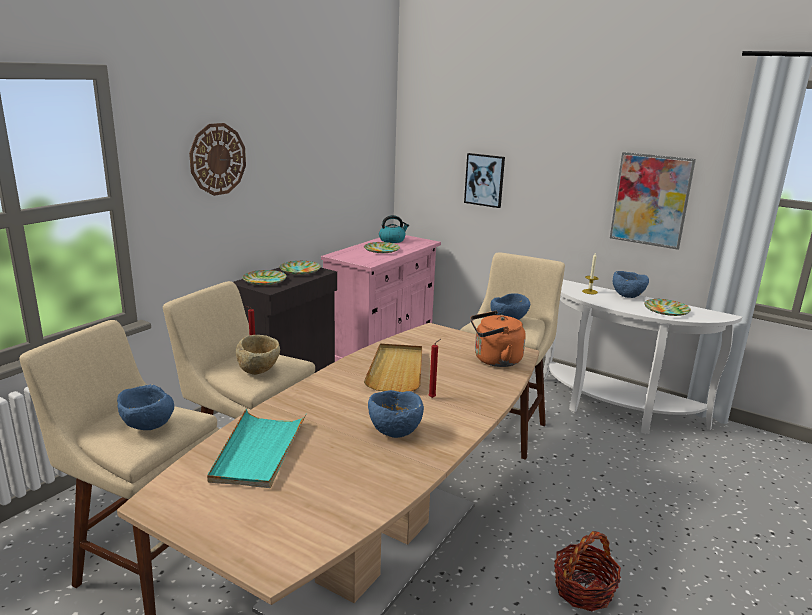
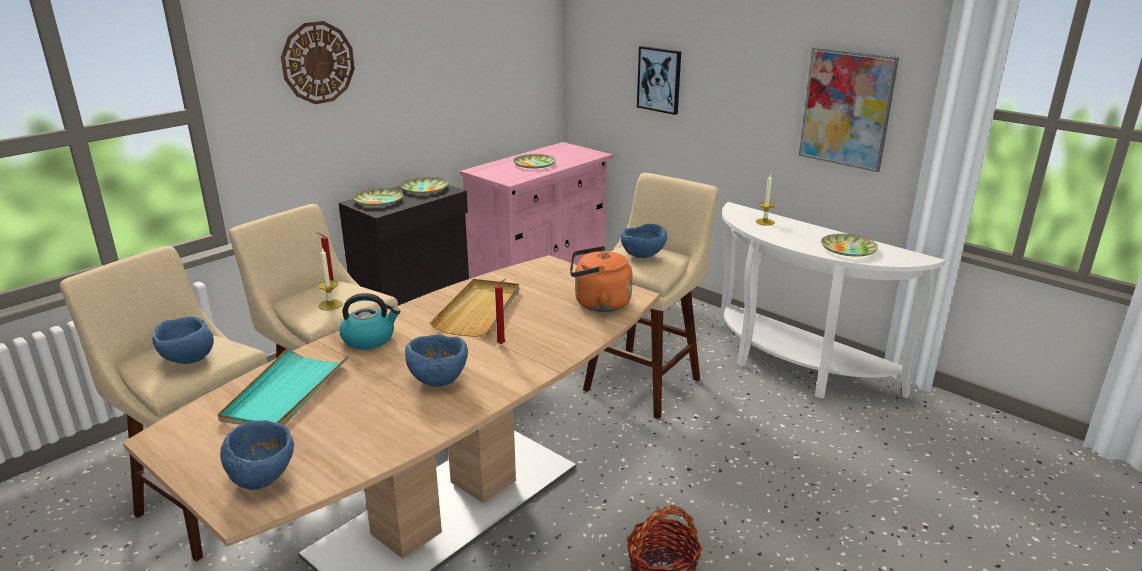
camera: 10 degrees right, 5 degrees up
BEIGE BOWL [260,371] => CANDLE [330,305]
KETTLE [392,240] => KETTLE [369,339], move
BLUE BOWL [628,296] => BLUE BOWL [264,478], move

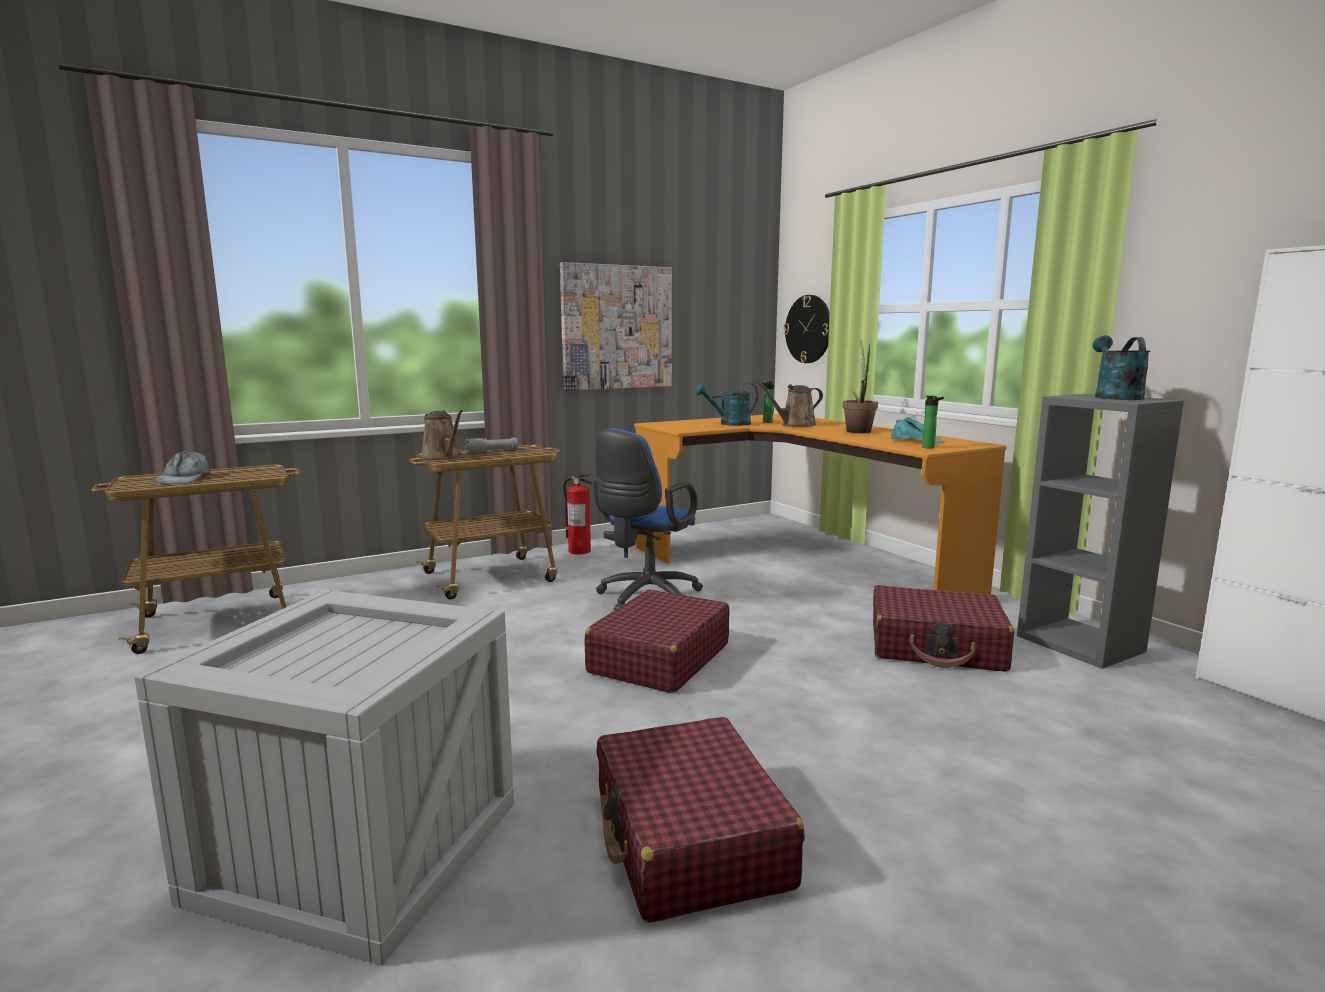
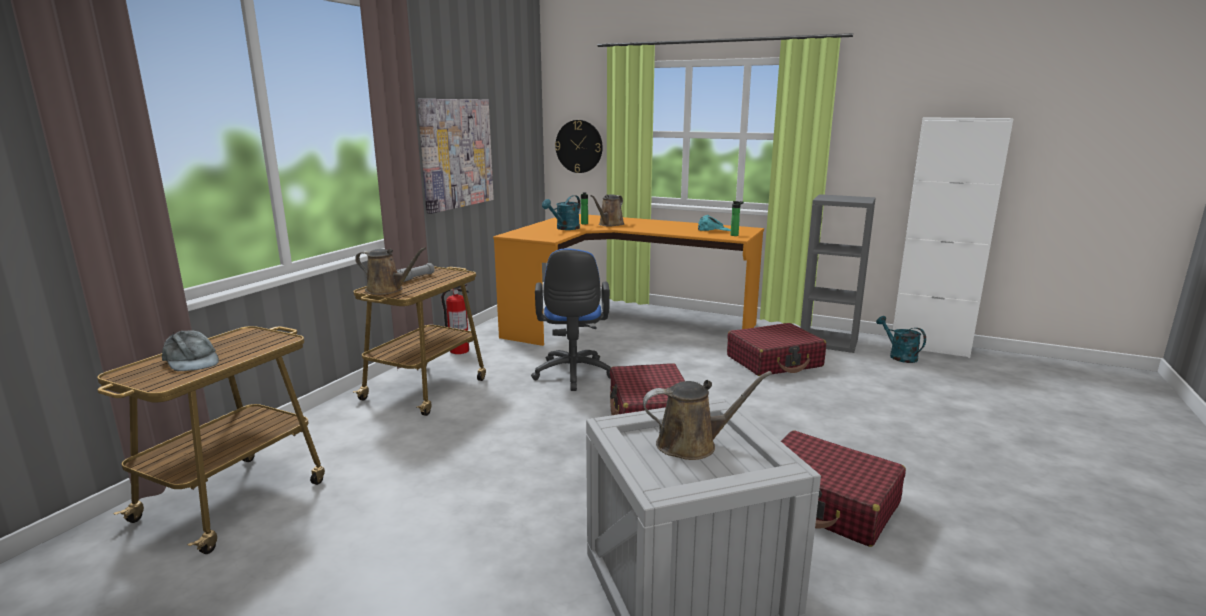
camera: 35 degrees left, 5 degrees up
POTTED PLANT [858,430] => nothing
TURQUOISE WATERING CAN [1114,397] => TURQUOISE WATERING CAN [899,356], move
nothing => BROWN WATERING CAN [692,444]

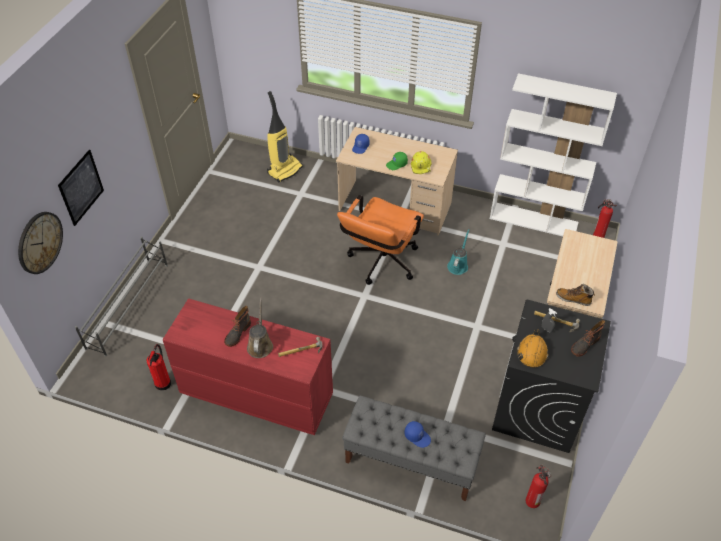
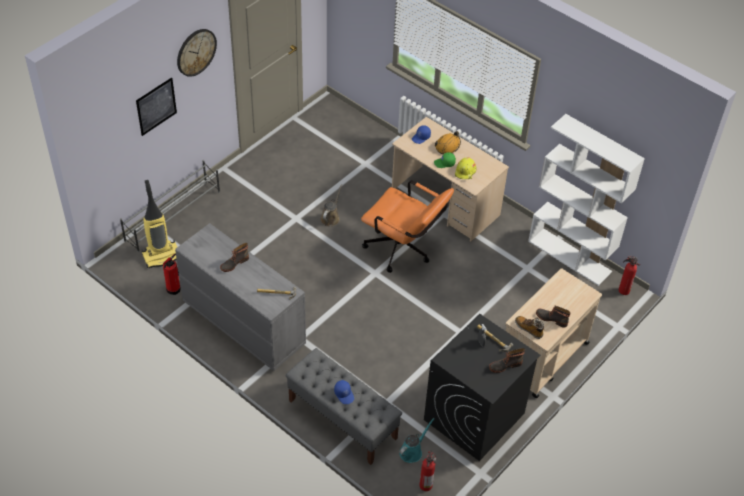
camera: 20 degrees right, 0 degrees up
WALL CLOCK [39,242] => WALL CLOCK [196,52], move
RED DRESSER [255,394] => GREY DRESSER [243,323]
BROWN WATERING CAN [260,344] => BROWN WATERING CAN [330,217], move
VACUUM CLEANER [285,170] => VACUUM CLEANER [161,255], move
ORANGE OFFICE CHAIR [380,264] => ORANGE OFFICE CHAIR [403,250], 105 degrees counterclockwise
TURQUOISE WATERING CAN [458,265] => TURQUOISE WATERING CAN [412,451], move
ORANGE HARD HAT [532,352] => ORANGE HARD HAT [447,146], move
nothing => BOOT [552,318]

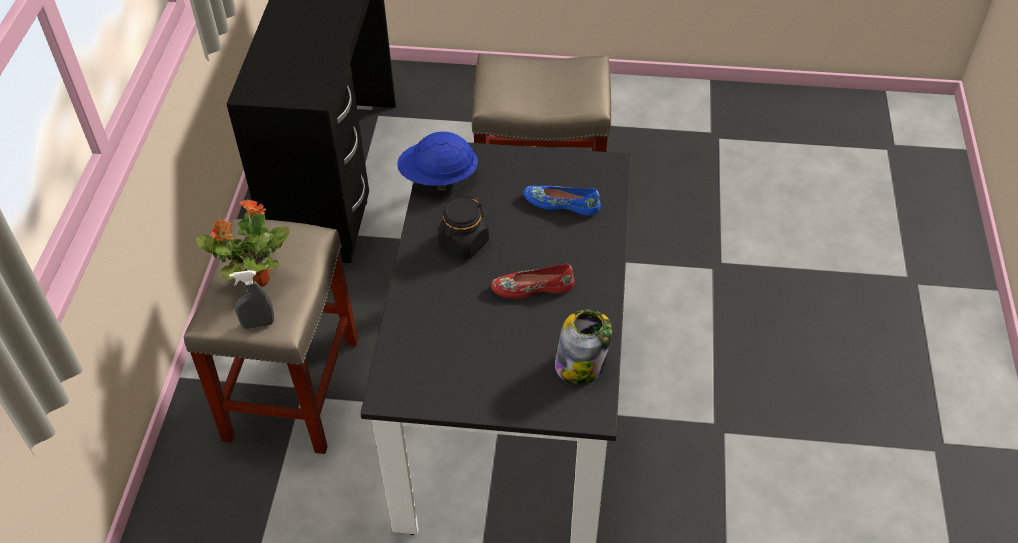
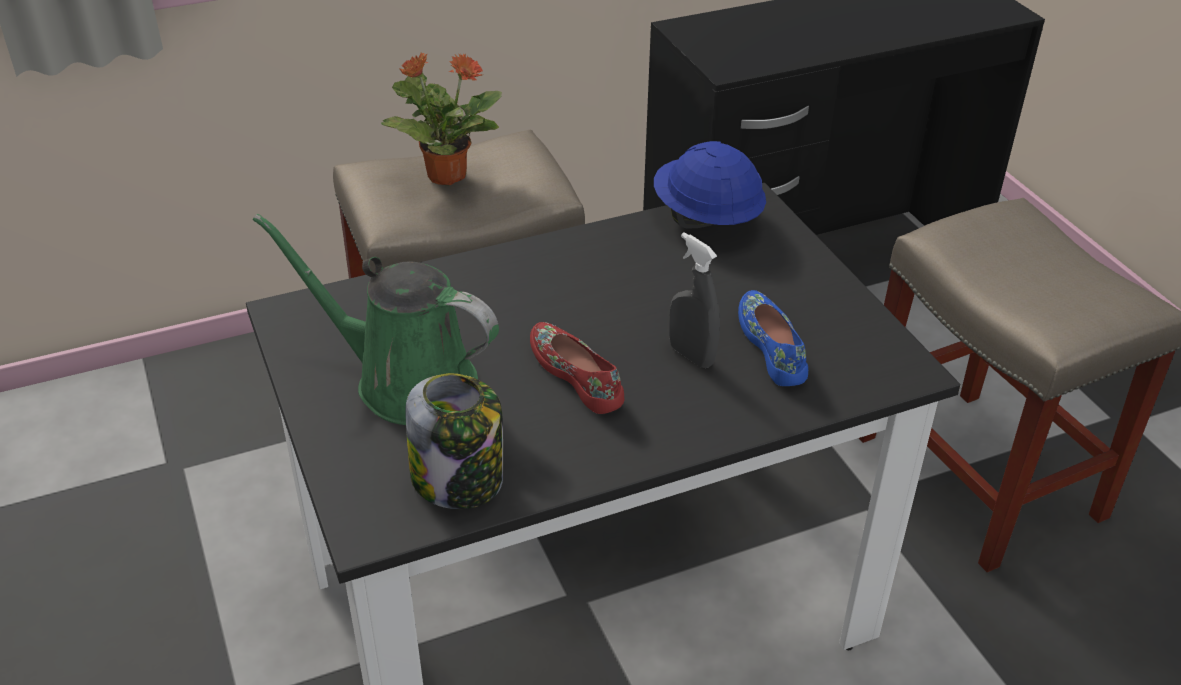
camera: 60 degrees right, 10 degrees down
GREY SPRAY BOTTLE [258,324] => GREY SPRAY BOTTLE [691,355], move
BLACK JAR [463,243] => nothing
nothing => GREEN WATERING CAN [405,381]

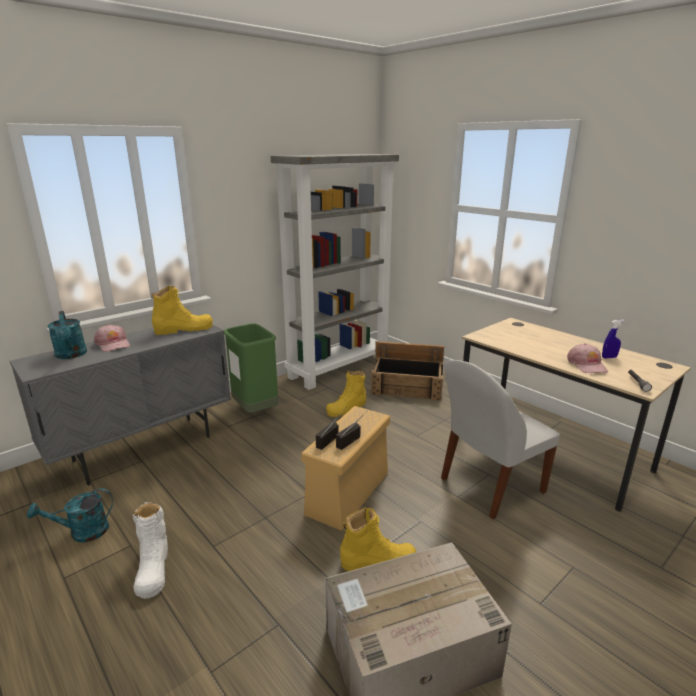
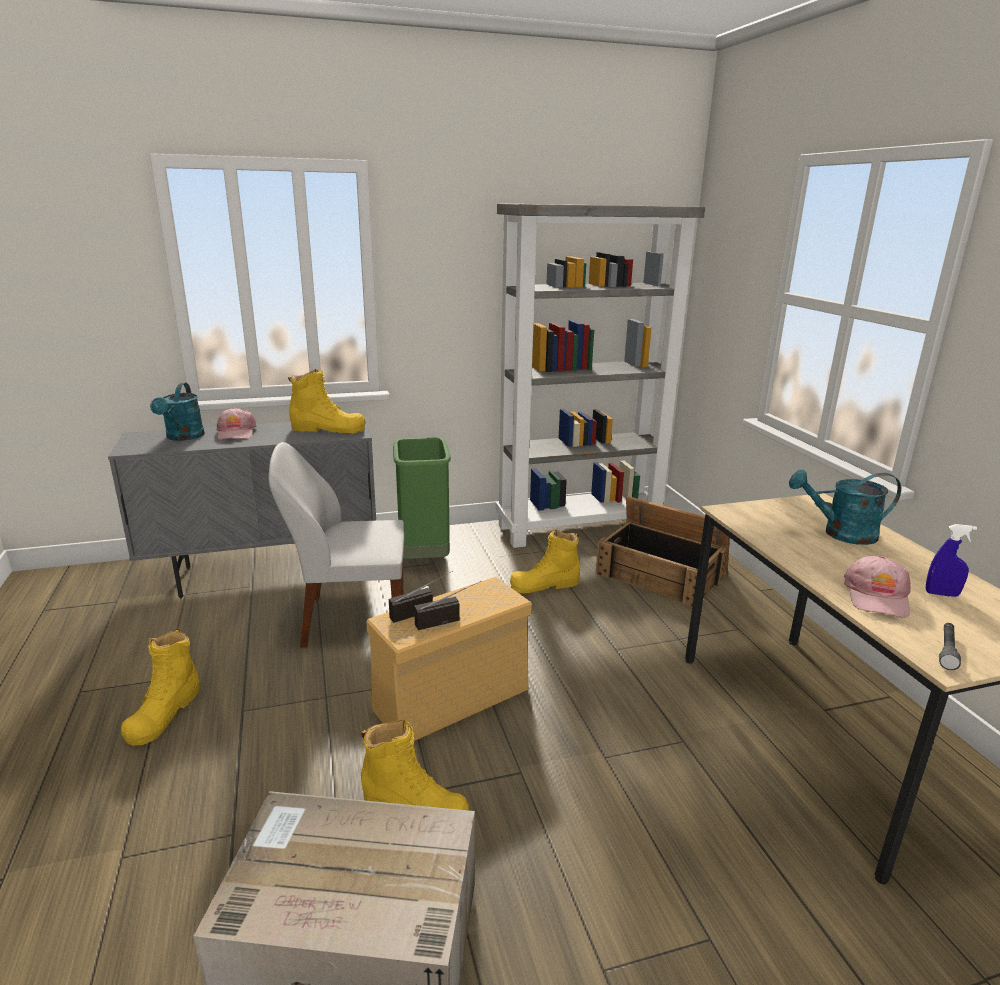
camera: 25 degrees right, 0 degrees up
TURQUOISE WATERING CAN [82,532] => TURQUOISE WATERING CAN [840,534], move
WHITE BOOT [153,568] => YELLOW BOOT [164,713]
WHITE CHAIR [489,486] => WHITE CHAIR [351,619], move

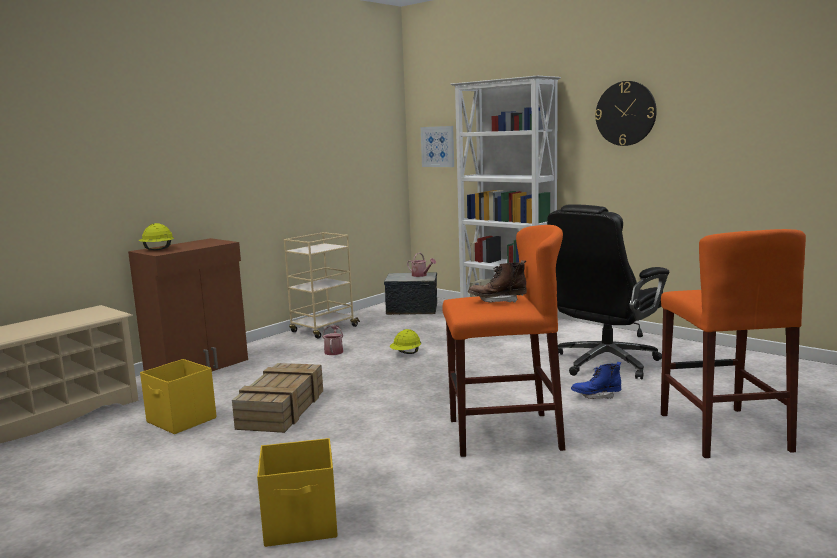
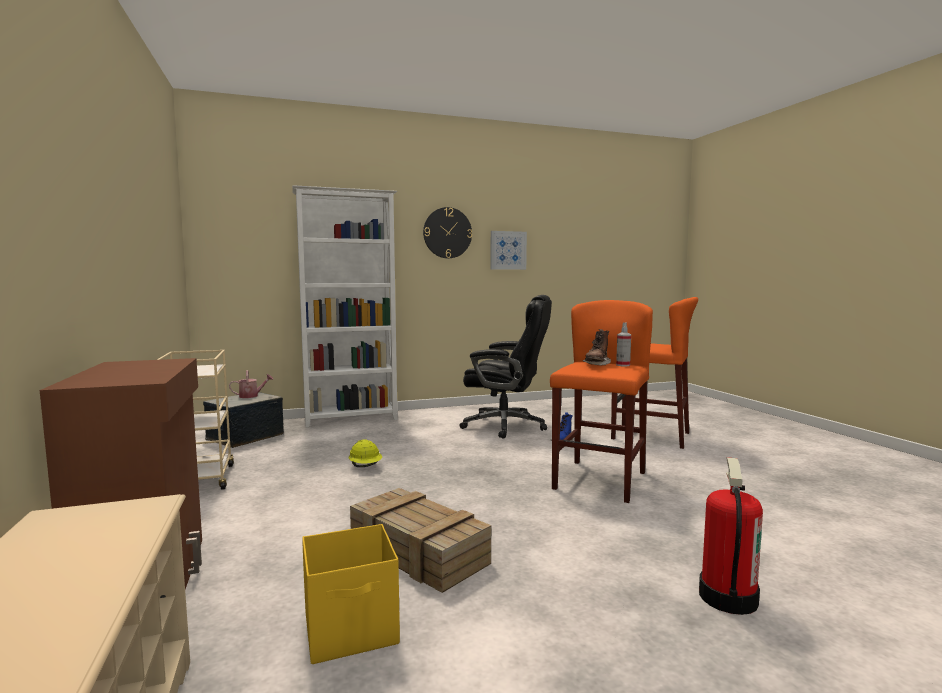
camera: 60 degrees left, 5 degrees down
YELLOW HARD HAT [157,249] => nothing
YELLOW STORAGE BOX [302,524] => FIRE EXTINGUISHER [726,597]
WATERING CAN [334,351] => nothing
PICTURE [438,146] => PICTURE [508,250], move
BLACK OFFICE CHAIR [604,363] => BLACK OFFICE CHAIR [506,426], 60 degrees counterclockwise
nothing => SPRAY BOTTLE [623,365]

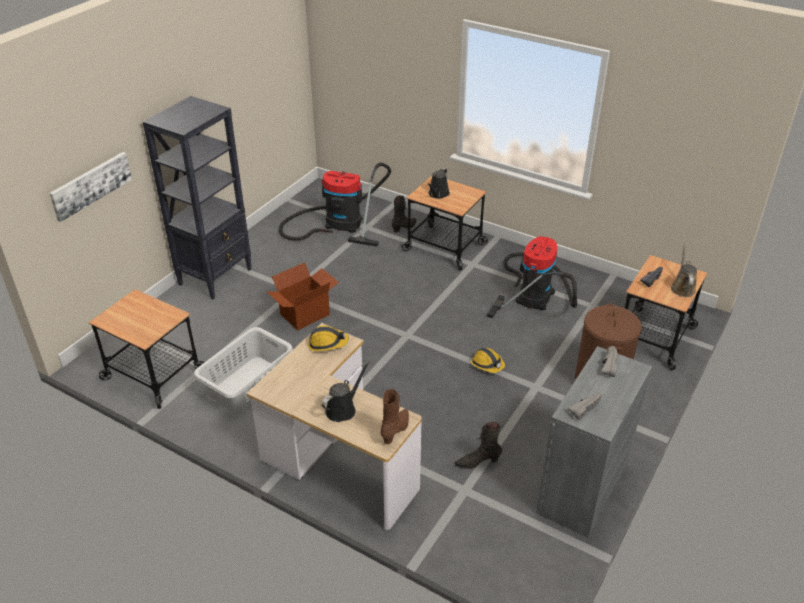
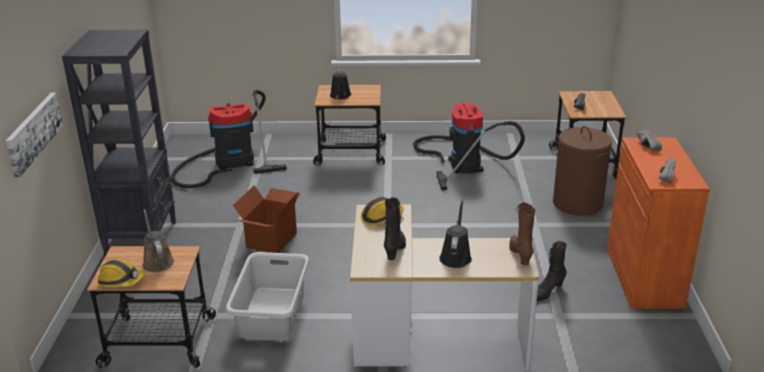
camera: 30 degrees left, 10 degrees down
BLACK BOOT [404,228] => BLACK BOOT [395,249], move
HARD HAT [487,364] => HARD HAT [120,281], move
GREY CABINET [583,487] => ORANGE CABINET [644,277]
BROWN WATERING CAN [682,287] => BROWN WATERING CAN [157,261], move

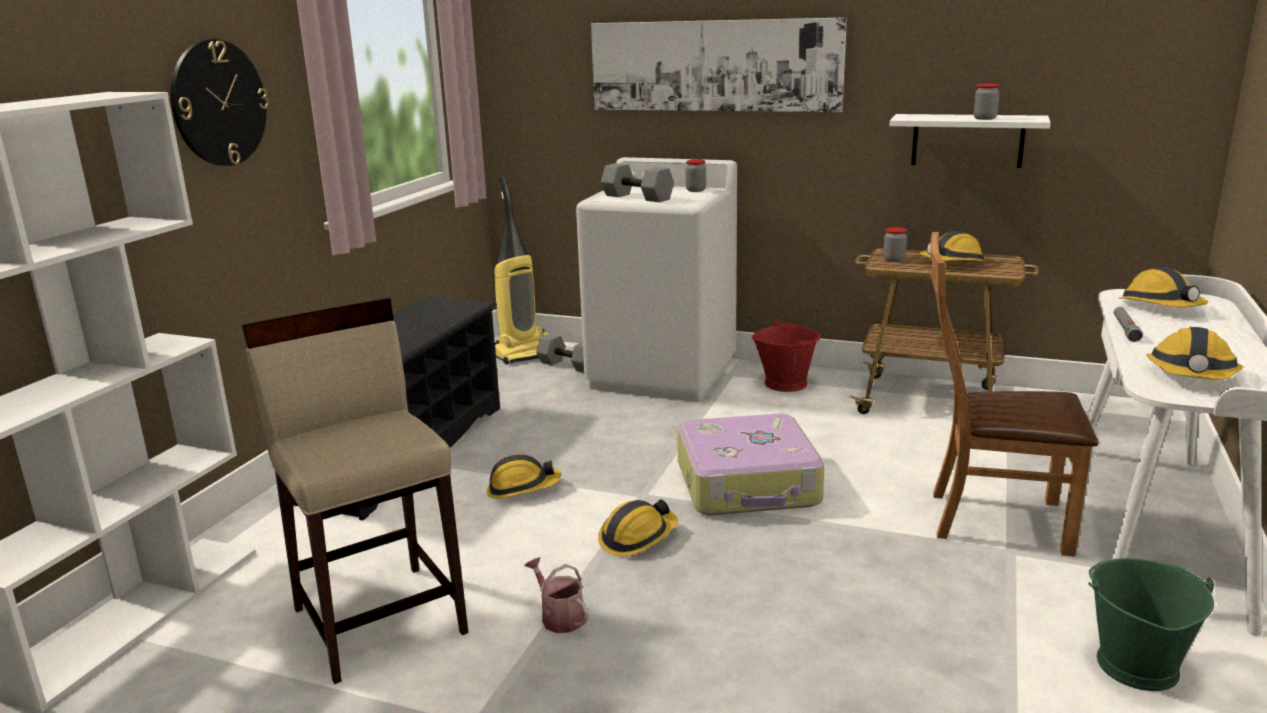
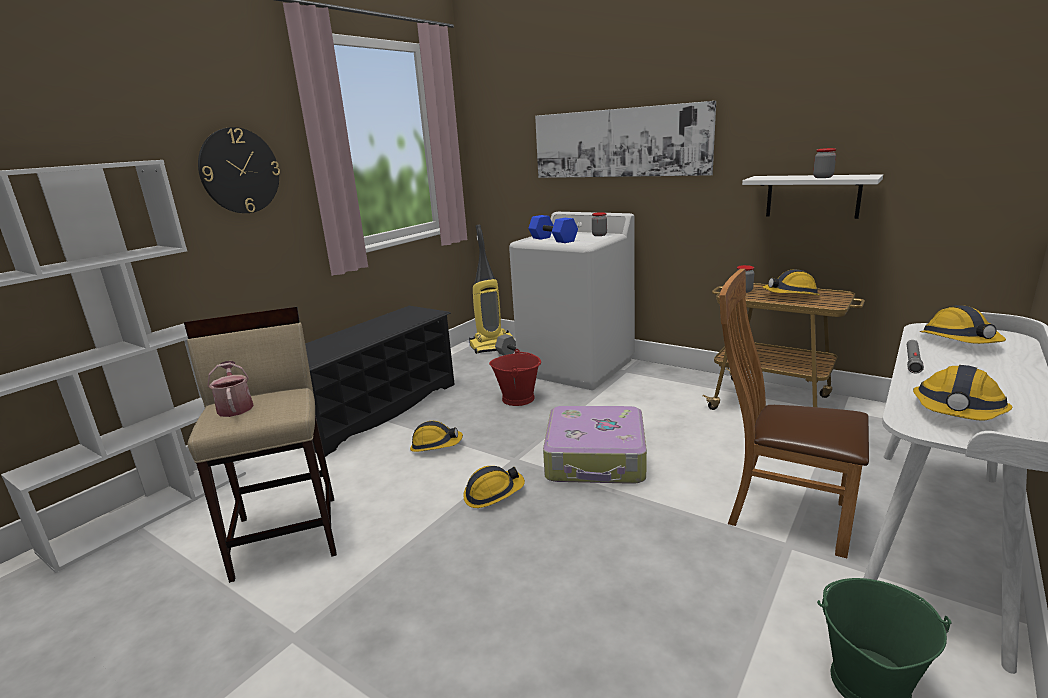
camera: 15 degrees right, 0 degrees up
WATERING CAN [559,617] => WATERING CAN [235,407], move
GREY DUMBBELL [638,197] => BLUE DUMBBELL [554,239]
RED BUCKET [786,383] => RED BUCKET [518,398], move

